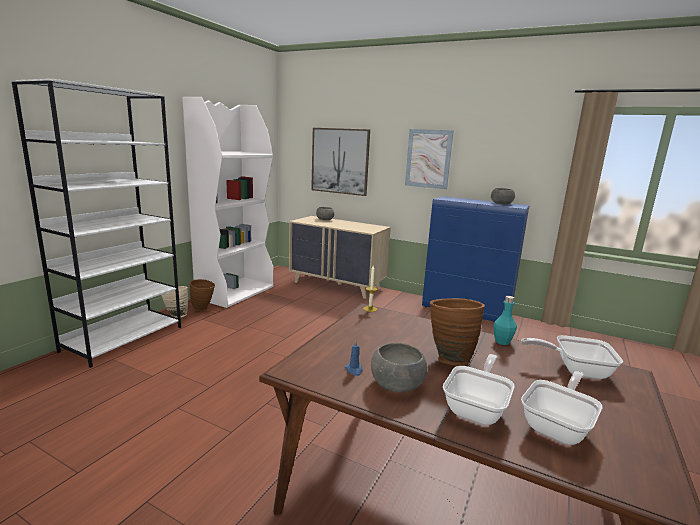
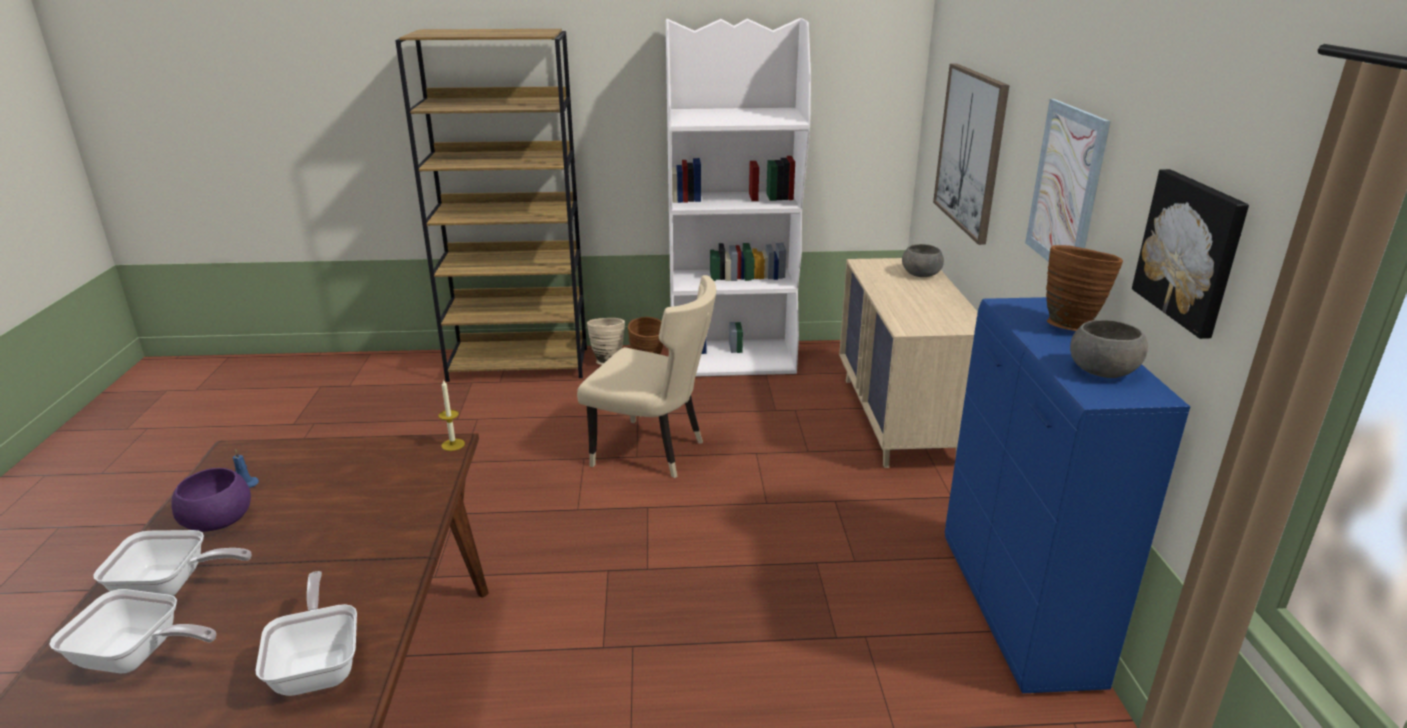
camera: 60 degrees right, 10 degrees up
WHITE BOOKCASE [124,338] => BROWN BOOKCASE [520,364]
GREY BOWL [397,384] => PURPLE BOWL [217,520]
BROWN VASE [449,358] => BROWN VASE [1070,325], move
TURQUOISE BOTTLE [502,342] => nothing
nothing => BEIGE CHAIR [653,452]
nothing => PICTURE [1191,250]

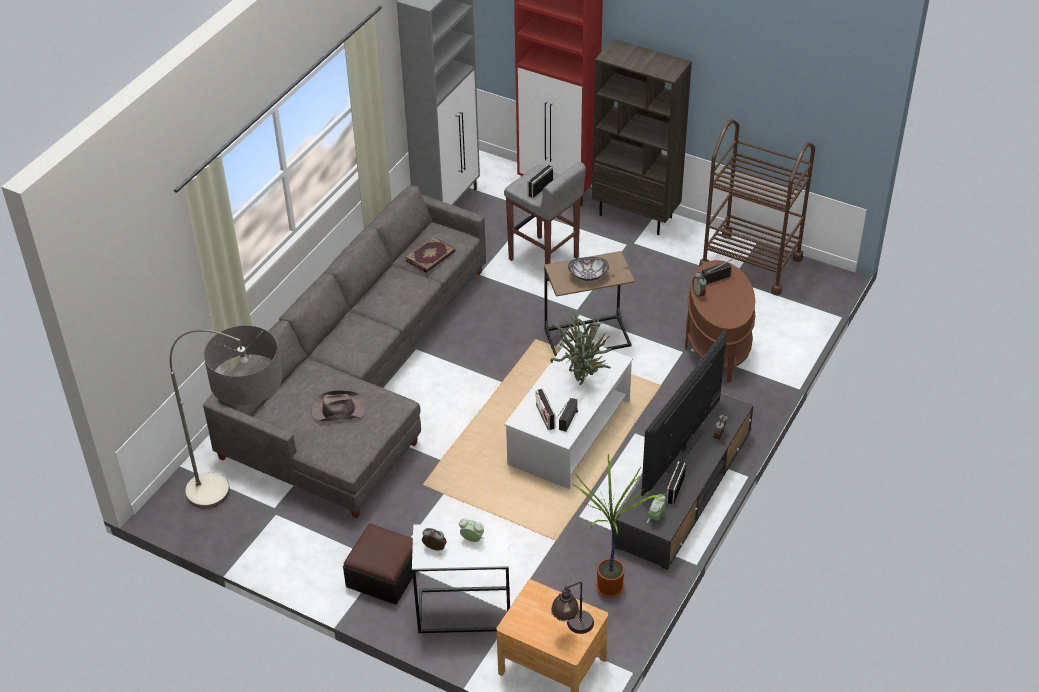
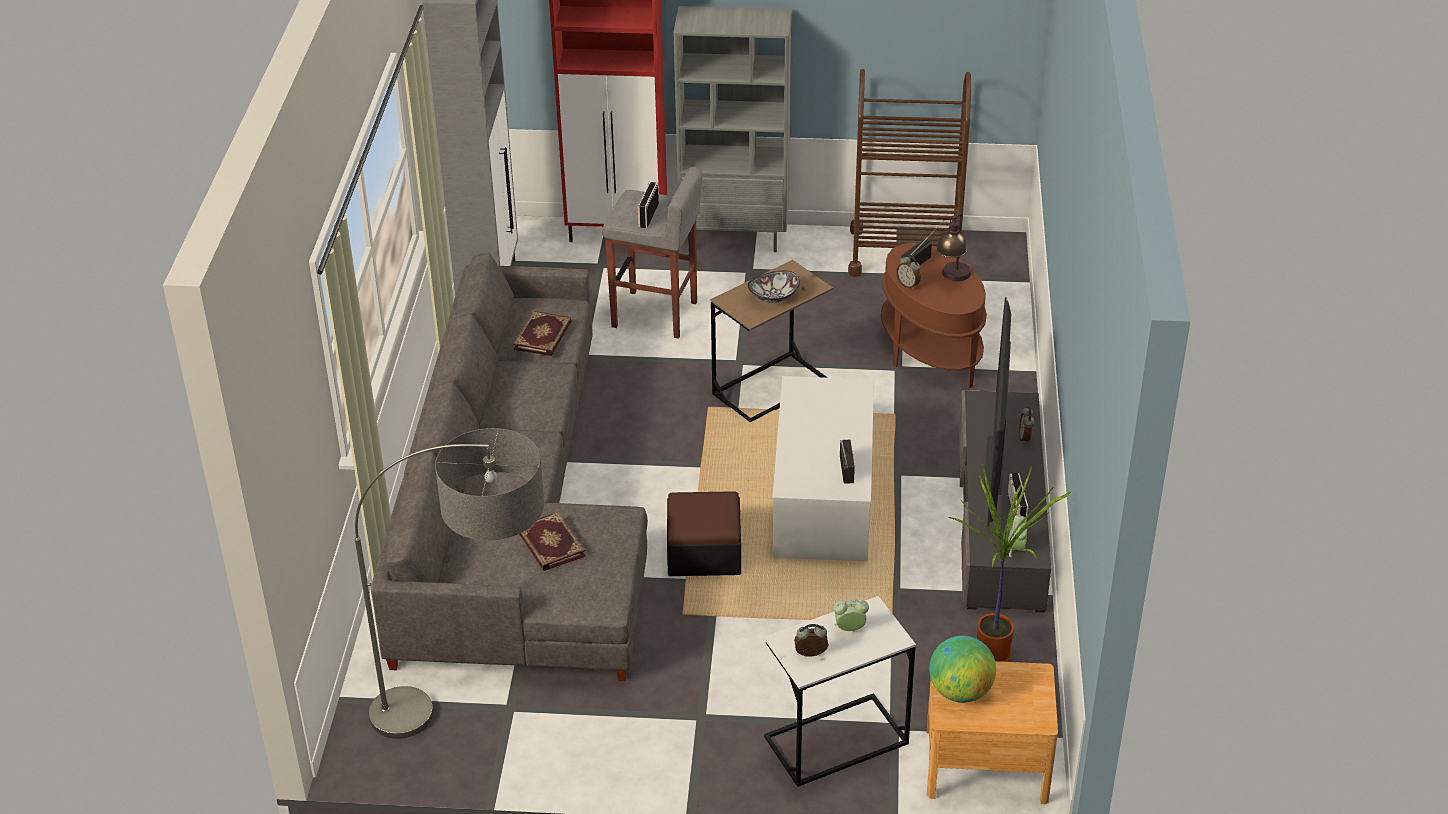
camera: 25 degrees left, 5 degrees down
BROWN HAT [338,409] => BOOK [549,544]
OTTOMAN [383,575] => OTTOMAN [704,551], move
RADIO [545,416] => nothing
POTTED PLANT [582,377] => nothing
TABLE LAMP [572,628] => TABLE LAMP [952,279], move
BROWN BOOKCASE [636,216] => GREY BOOKCASE [735,238]
nothing => GLOBE [960,691]

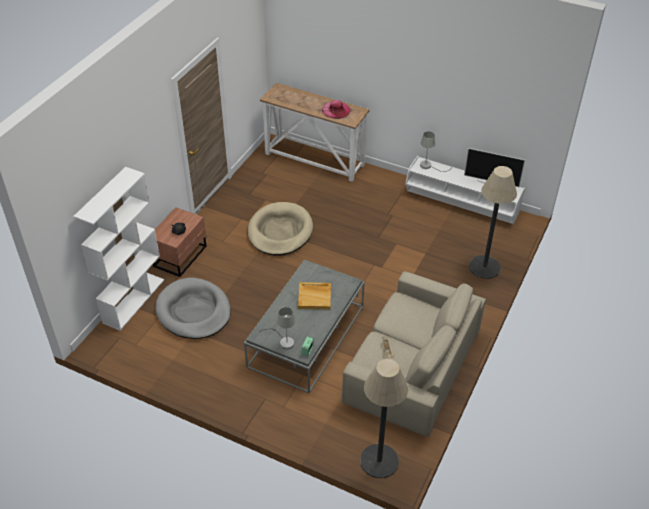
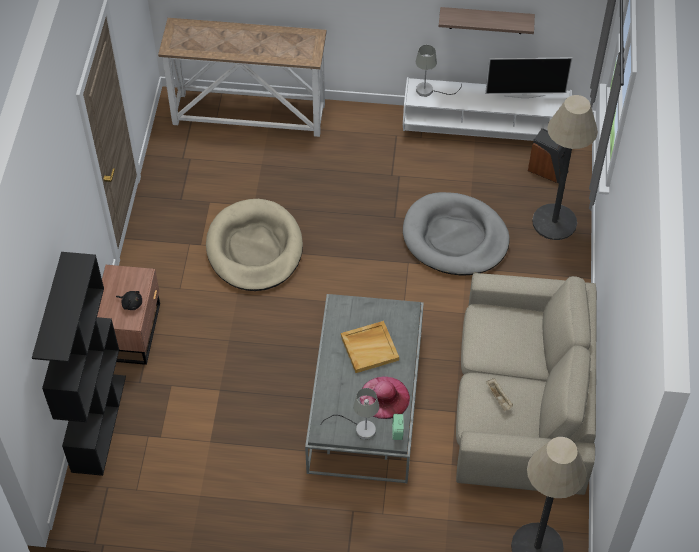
camera: 20 degrees left, 10 degrees up
WHITE BOOKCASE [133,300] => BLACK BOOKCASE [98,422]
GREY DOG BED [194,311] => GREY DOG BED [455,237], move
PINK HAT [336,110] => PINK HAT [384,397], move
nothing => SHELF [486,20]
nothing => SPEAKER [548,170]

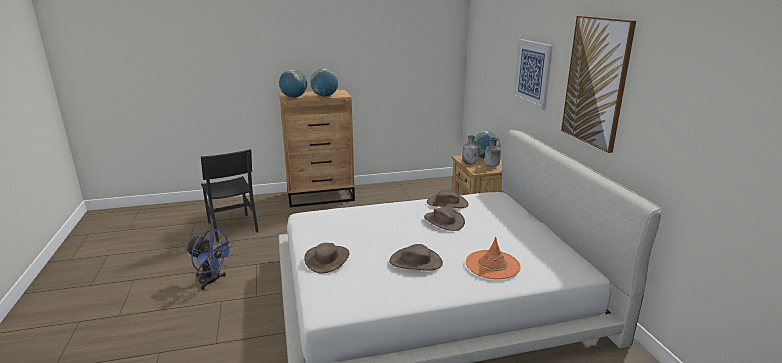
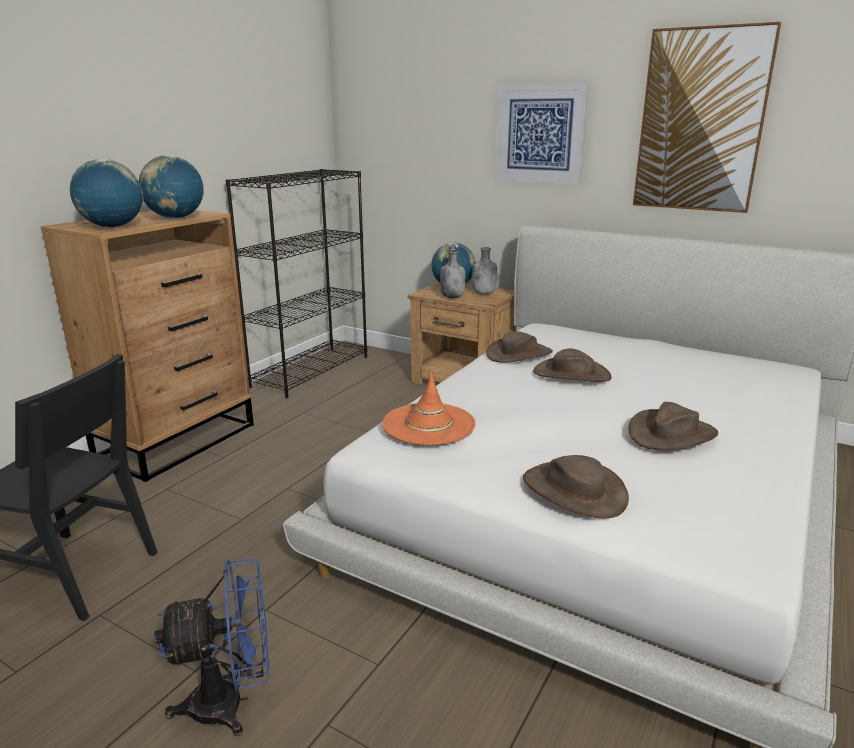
camera: 45 degrees left, 0 degrees up
ORANGE HAT [492,265] => ORANGE HAT [428,424], move
nothing => BLACK BOOKCASE [311,371]

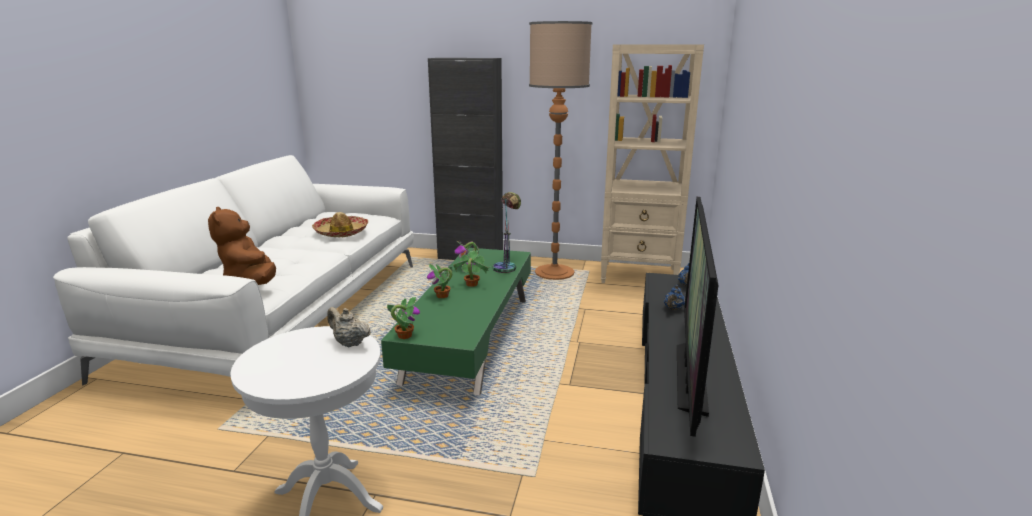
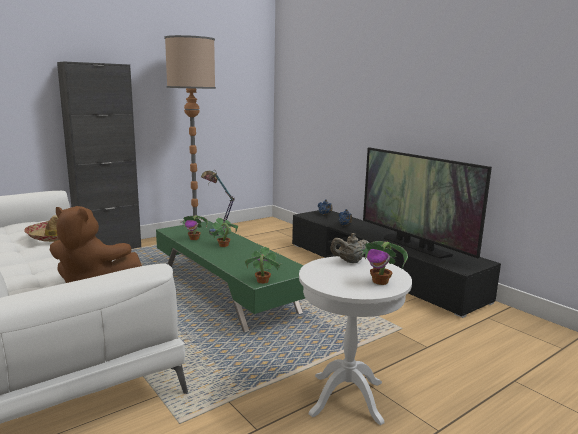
camera: 50 degrees left, 5 degrees down
POTTED PLANT [442,296] => POTTED PLANT [381,282], move
BEIGE BOOKCASE [640,275] => nothing

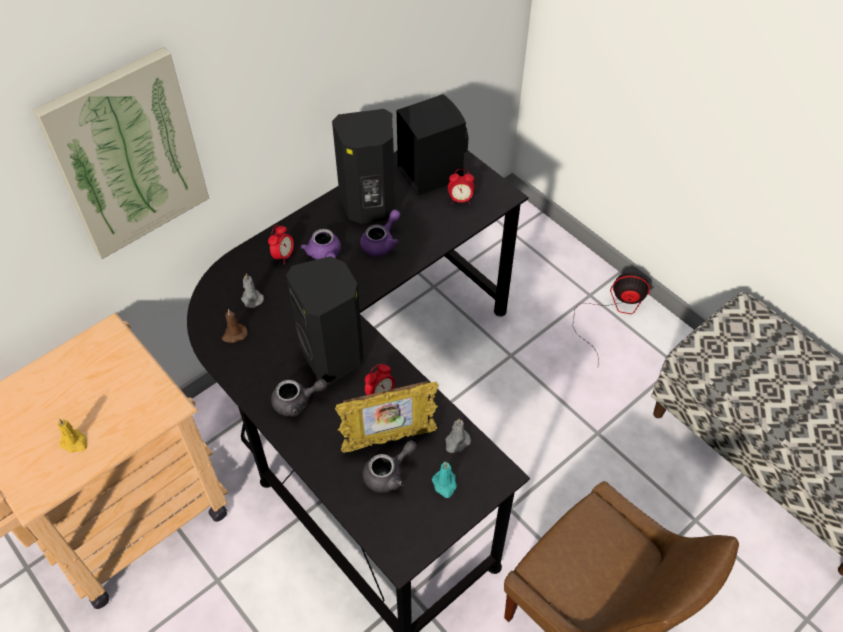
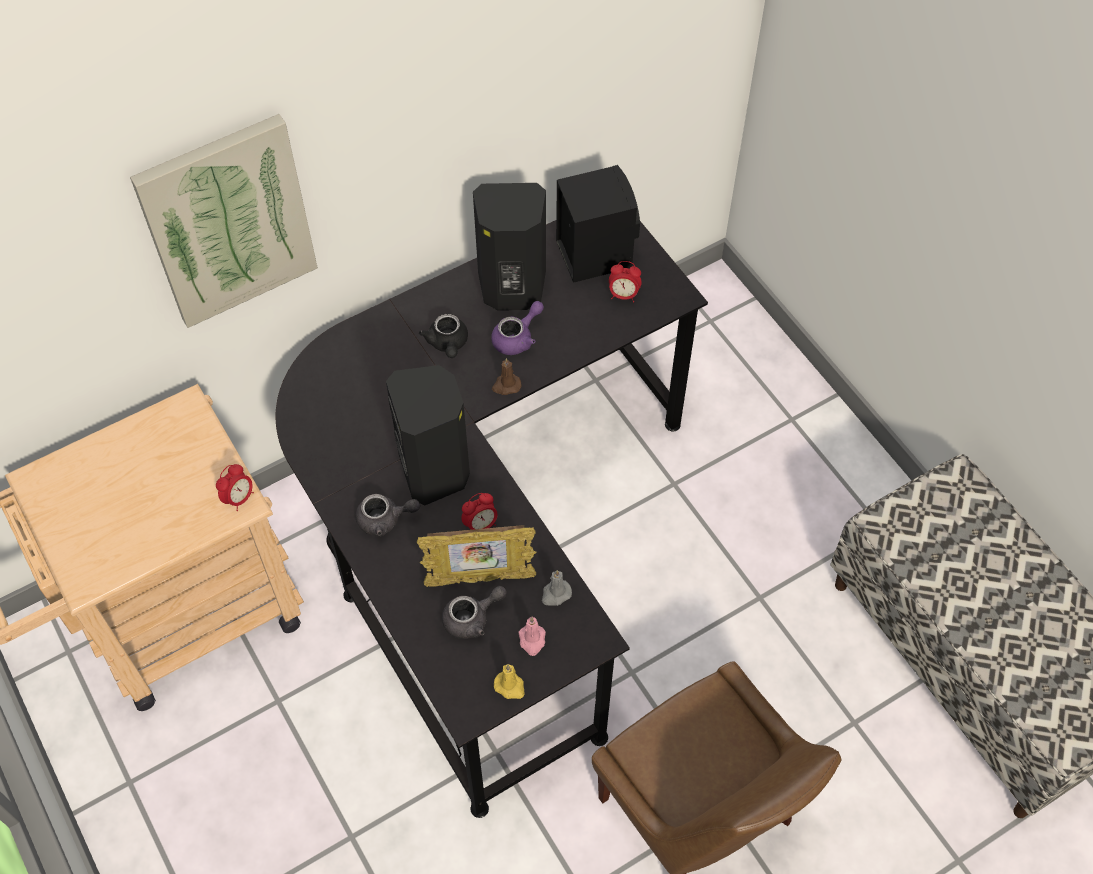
camera: 10 degrees right, 5 degrees up
YELLOW CANDLE [75,442] => YELLOW CANDLE [510,686], move
BROWN CANDLE [234,334] => BROWN CANDLE [506,386], move
GREY CANDLE [251,298] => nothing
ALARM CLOCK [283,256] => ALARM CLOCK [239,498], move
PURPLE TEAPOT [325,254] => BLACK TEAPOT [447,344]
TURQUOISE CANDLE [445,484] => PINK CANDLE [532,640]
FAN [612,312] => nothing

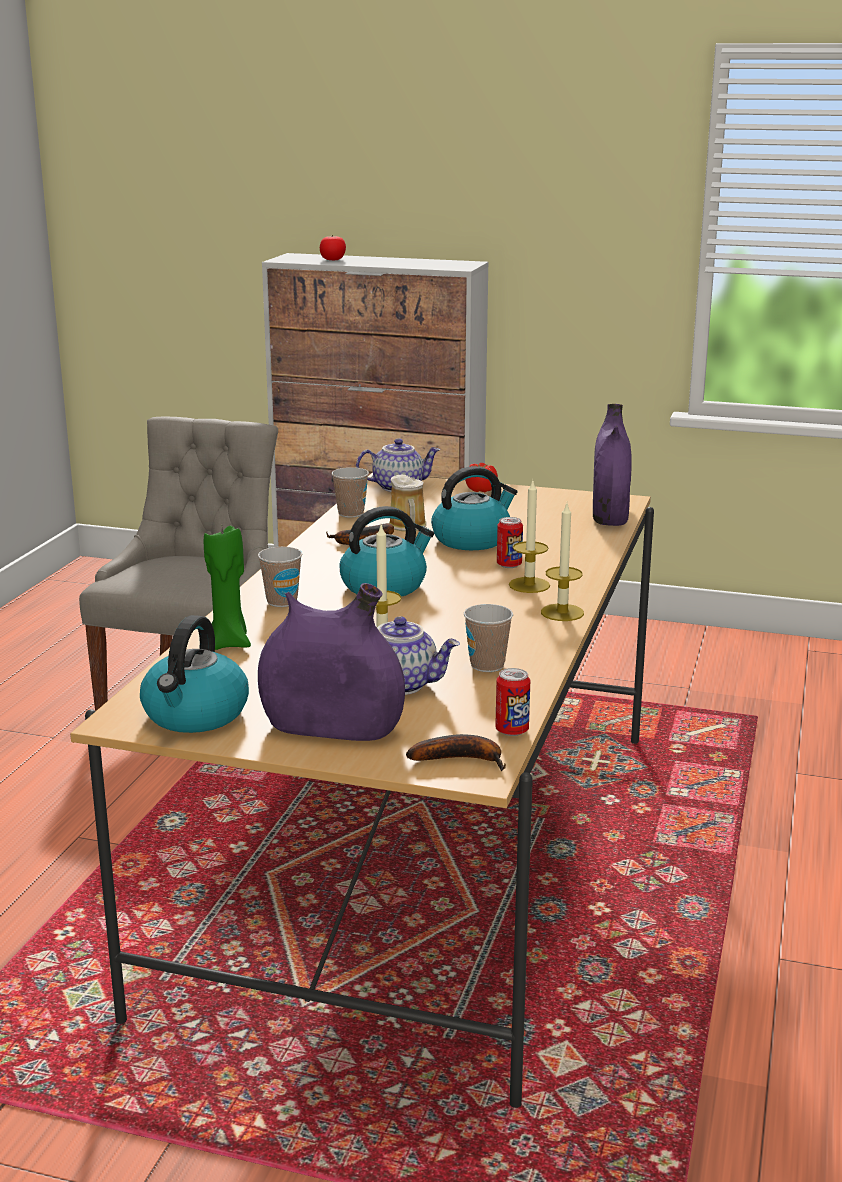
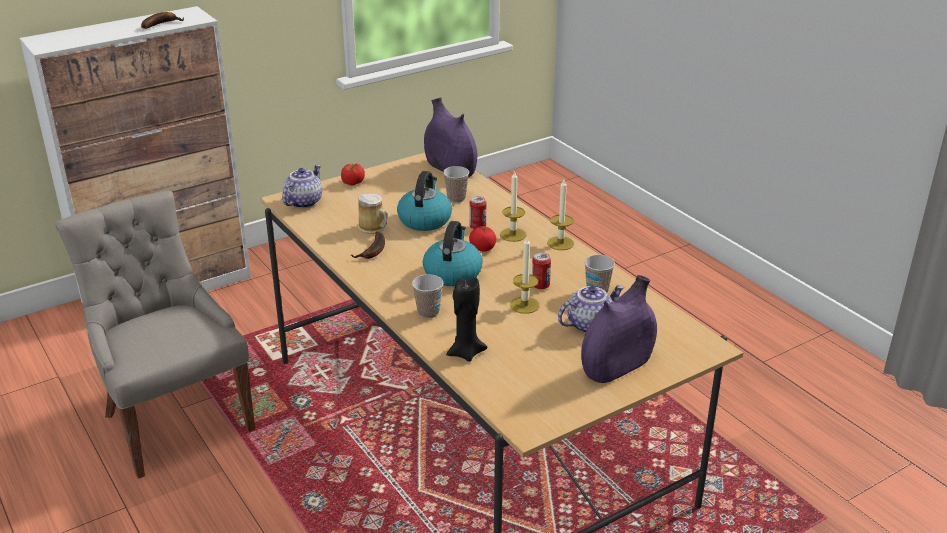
camera: 50 degrees left, 10 degrees up
KETTLE [195,715] => nothing
GREEN CANDLE [229,643] => BLACK CANDLE [465,353]
TOMATO [333,259] => TOMATO [483,248], move
CUP [351,513] => CUP [456,198], move
BANANA [462,759] => BANANA [161,24], move
CAN [512,730] => CAN [540,286], move

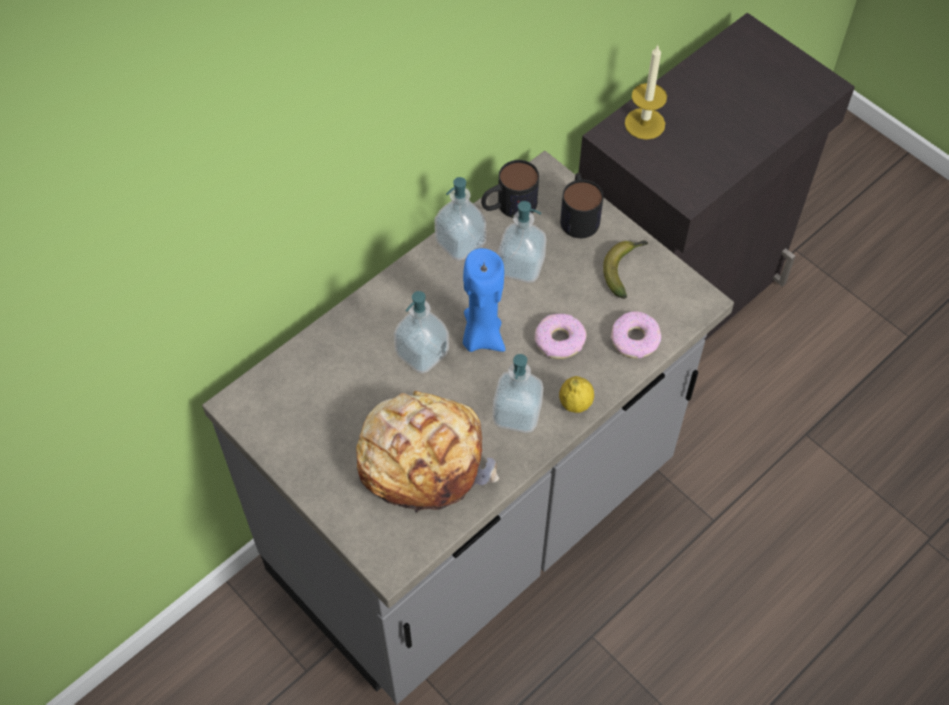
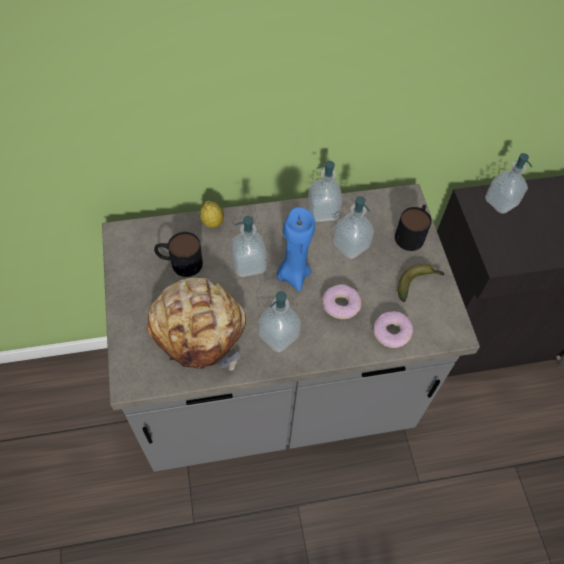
camera: 30 degrees right, 0 degrees up
MUG [508,206] => MUG [179,262], move
LEMON [575,404] => LEMON [212,223], move
CANDLE [644,123] => SOAP DISPENSER [500,202]

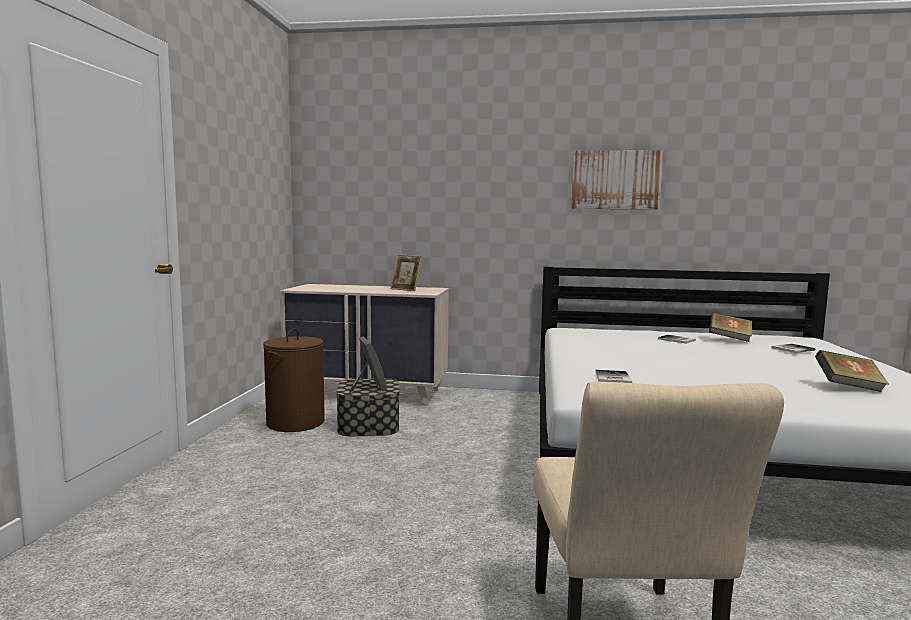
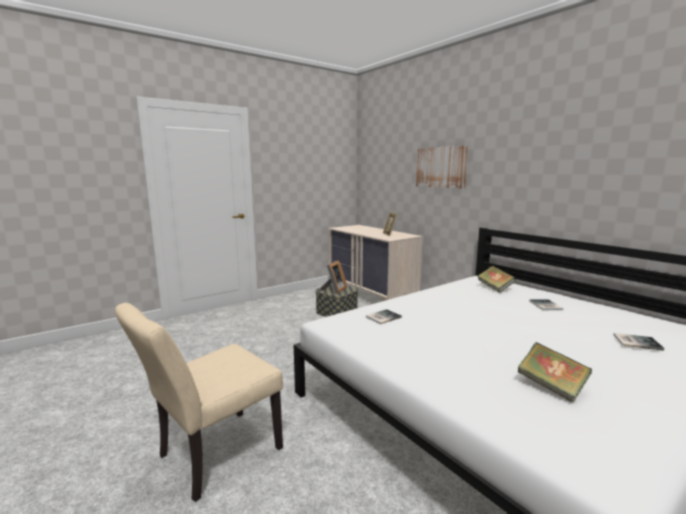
camera: 45 degrees right, 5 degrees up
BROWN LAUNDRY BASKET [295,422] => nothing
PICTURE [616,180] => PICTURE [441,167], move
BOOK [729,339] => BOOK [495,288], move

